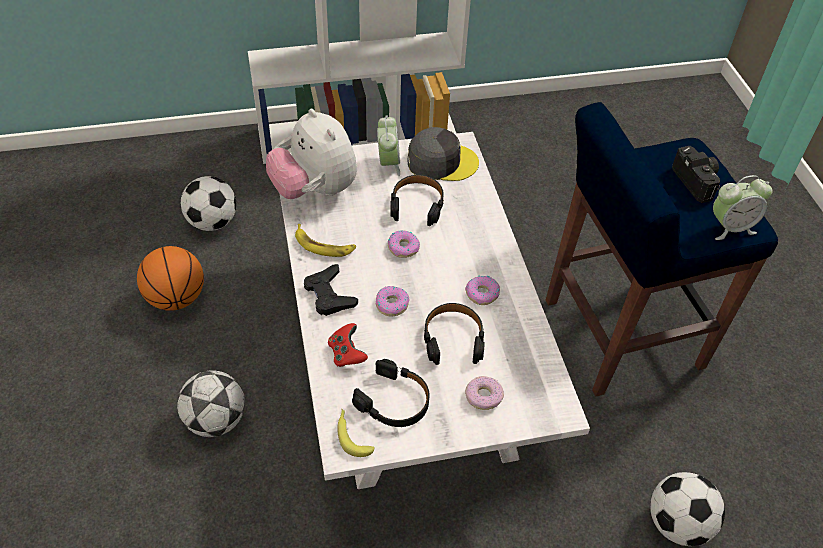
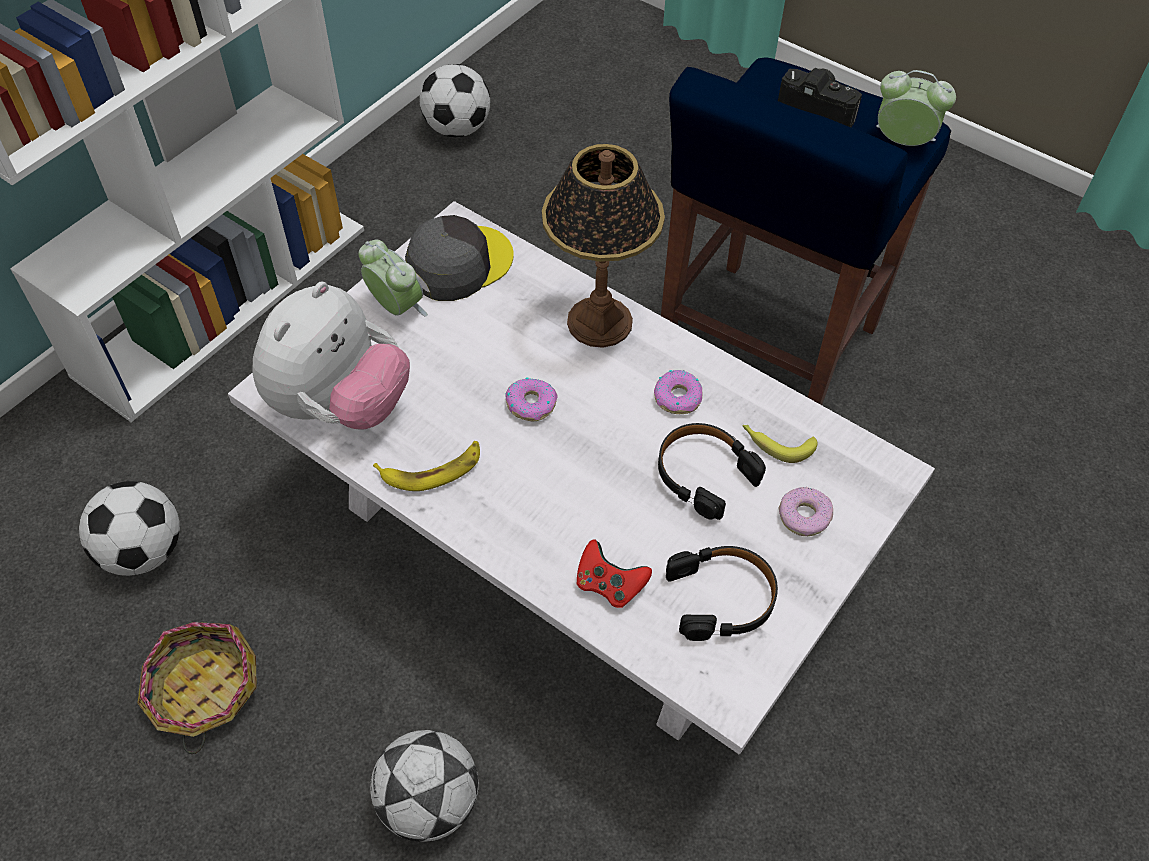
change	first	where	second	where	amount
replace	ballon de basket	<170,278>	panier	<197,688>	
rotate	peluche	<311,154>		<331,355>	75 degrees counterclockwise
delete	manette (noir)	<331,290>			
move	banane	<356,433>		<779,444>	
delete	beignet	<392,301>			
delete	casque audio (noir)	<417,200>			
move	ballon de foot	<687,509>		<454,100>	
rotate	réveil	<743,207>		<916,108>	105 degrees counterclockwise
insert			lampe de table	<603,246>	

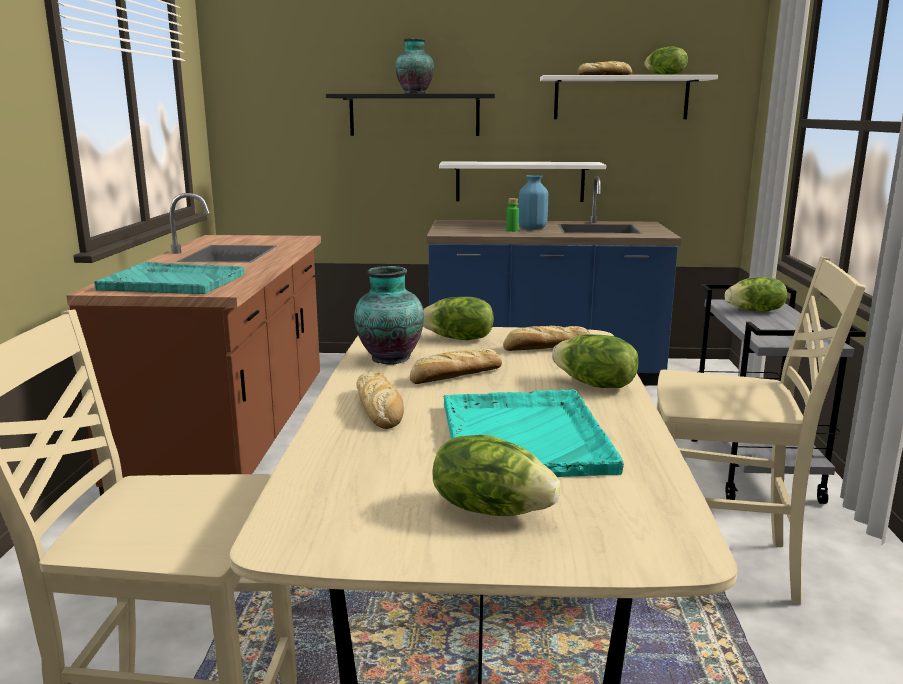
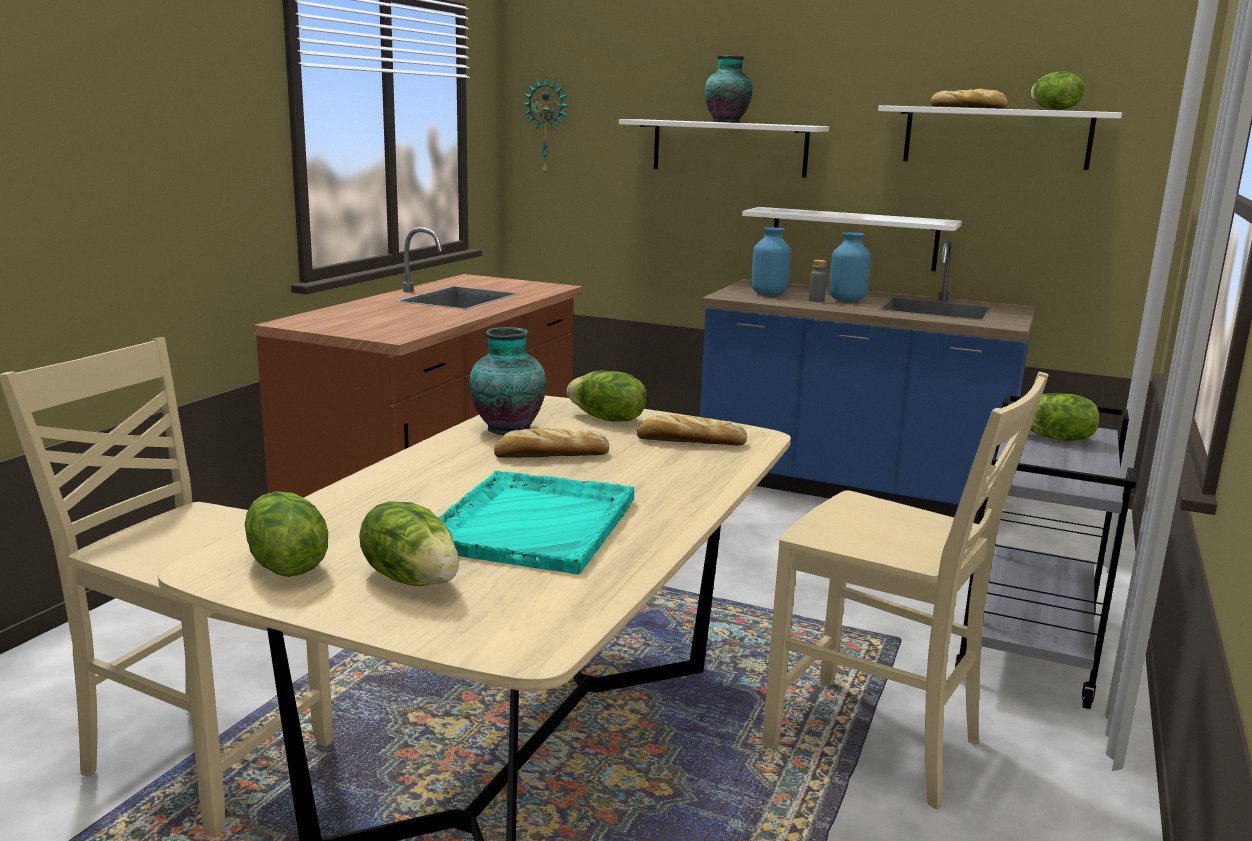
change	first	where	second	where	amount
delete	plateau (turquoise)	<169,278>			
recolor	étagère (noir)	<410,115>	étagère (blanc)	<724,148>	
delete	pain	<380,400>			
recolor	bouteille (vert)	<512,215>	bouteille (gris)	<818,281>	
move	laitue	<595,361>		<286,534>	
insert			horloge murale	<546,125>	
insert			vase (bleu)	<771,261>	

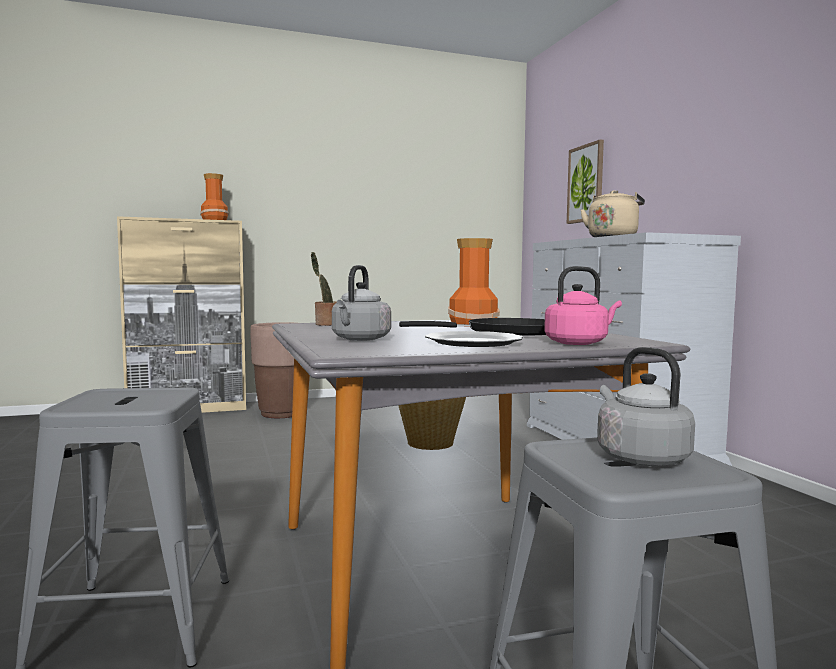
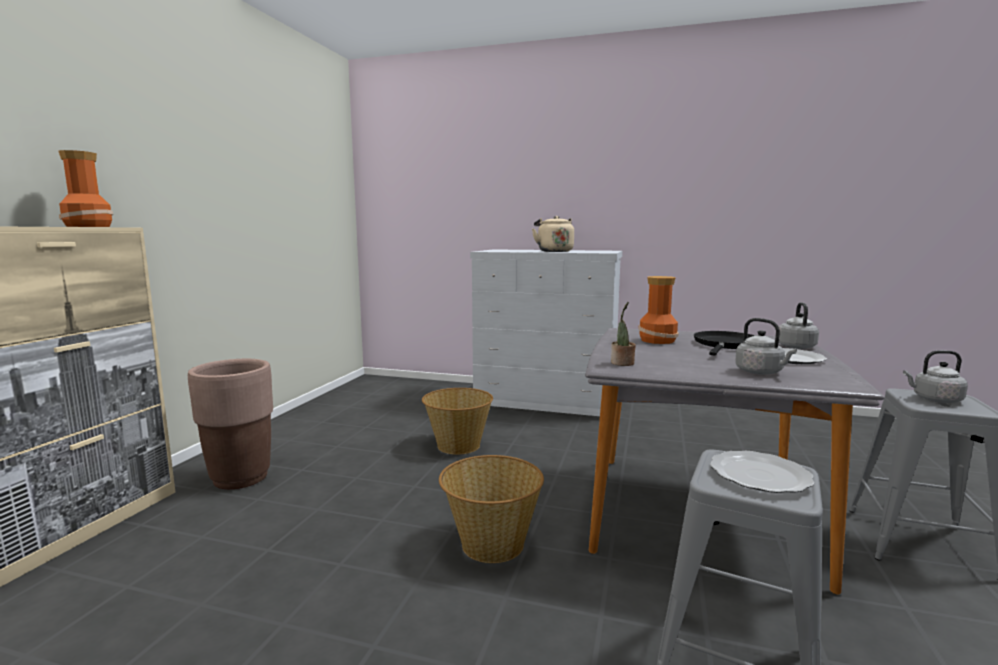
change	first	where	second	where	amount
recolor	bouilloire (rose)	<583,305>	bouilloire (gris)	<799,325>	
delete	tableau	<585,182>			
insert			panier	<491,509>	
insert			assiette	<762,472>	

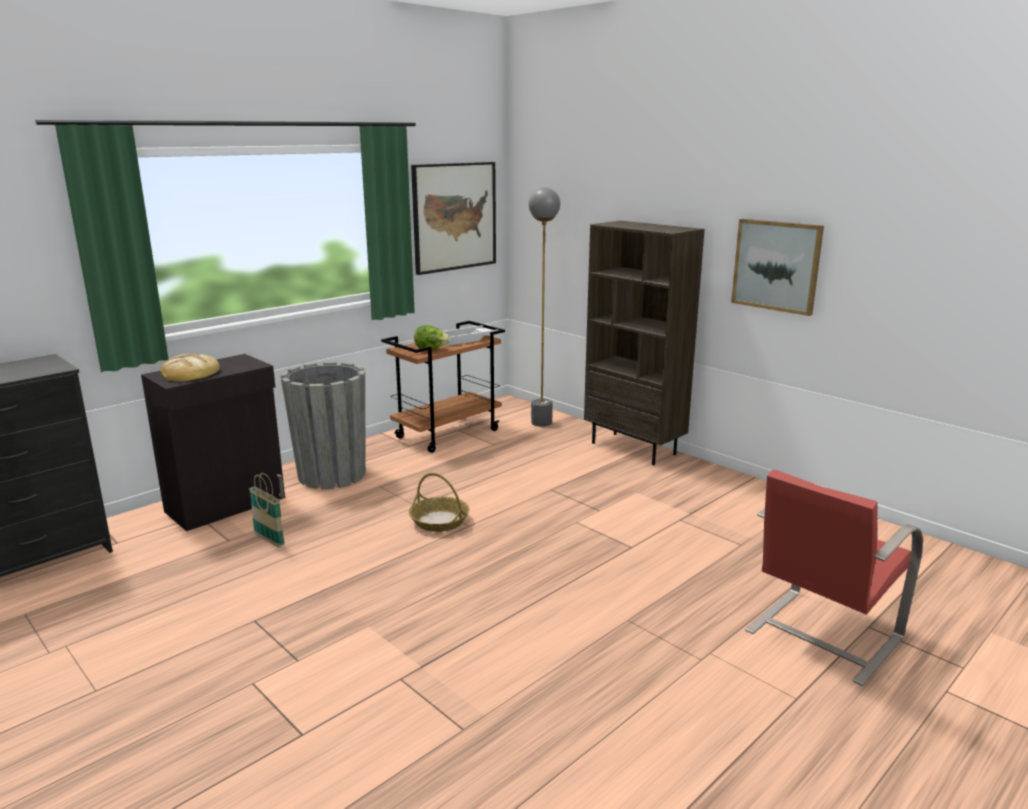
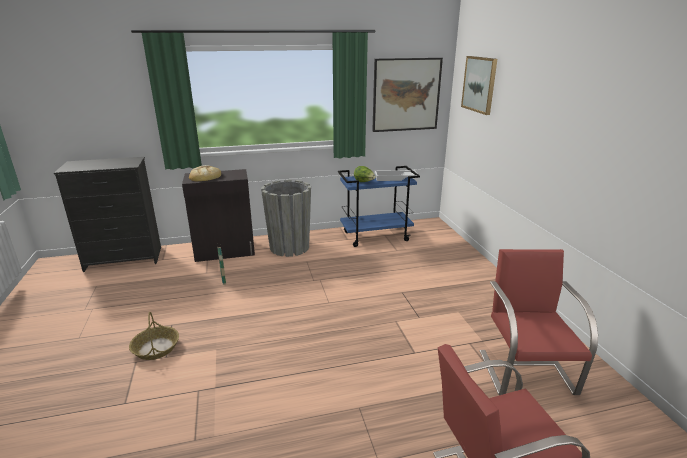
change	first	where	second	where	amount
recolor	chariot (marron)	<443,387>	chariot (bleu)	<379,206>	
move	panier	<439,502>		<154,336>	
delete	lampadaire (gris)	<544,307>			
delete	bibliothèque (marron)	<644,343>			
move	tableau	<777,267>		<479,85>	
insert			chaise (rouge)	<539,322>	

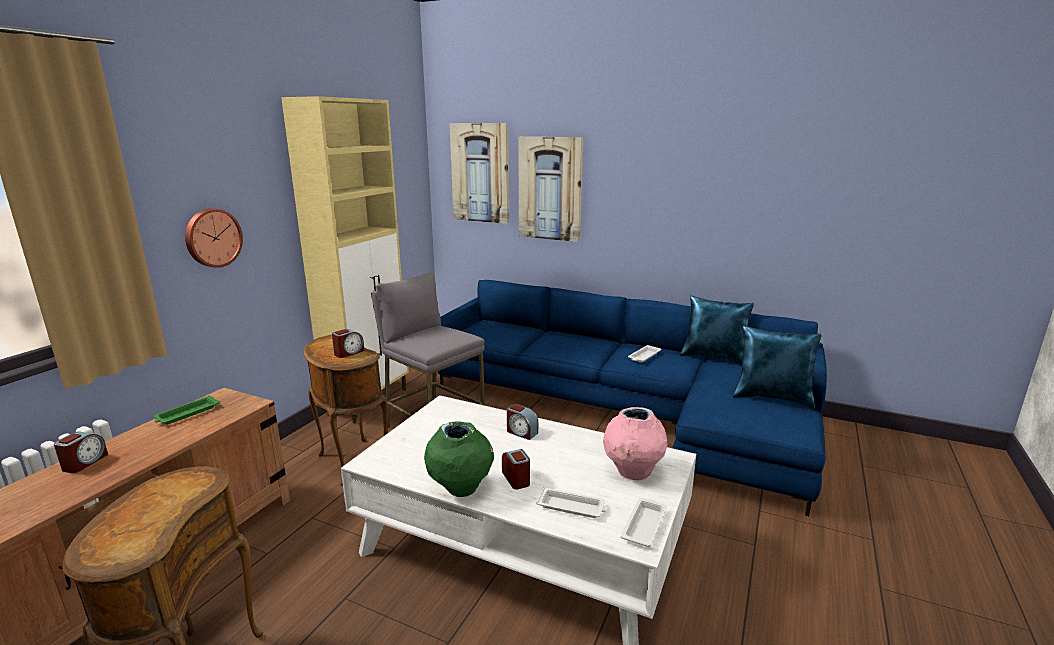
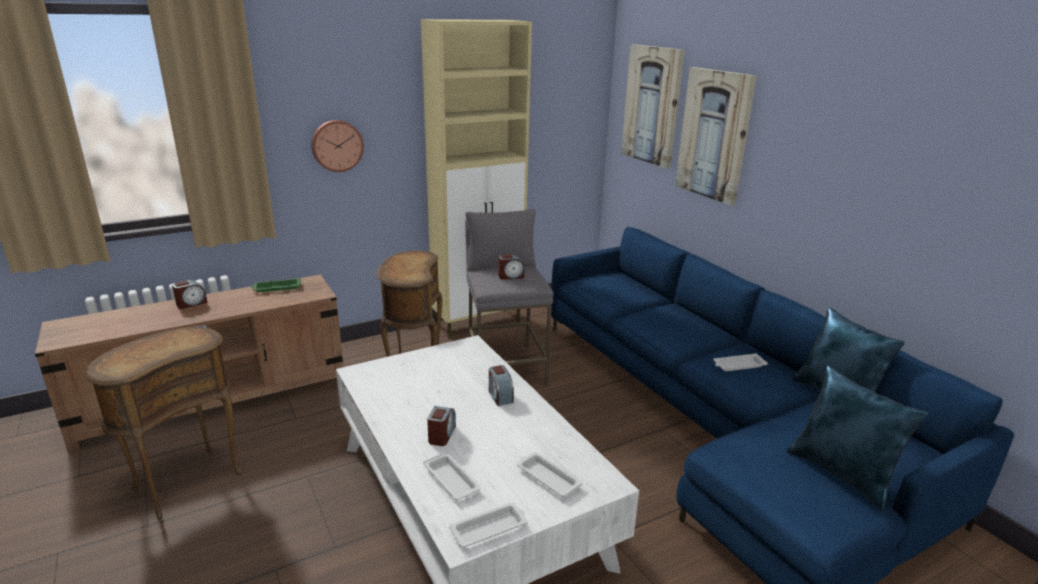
change	first	where	second	where	amount
move	réveil	<348,343>		<511,267>	
delete	vase (vert)	<459,459>			
replace	vase (rose)	<635,443>	plateau (blanc)	<550,474>	

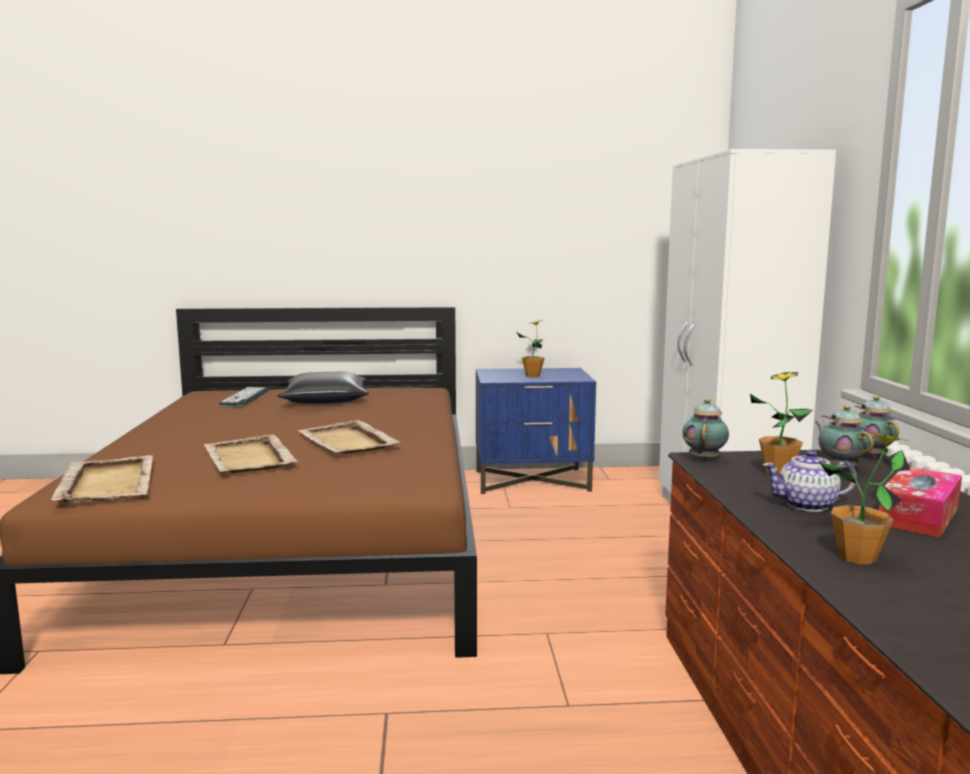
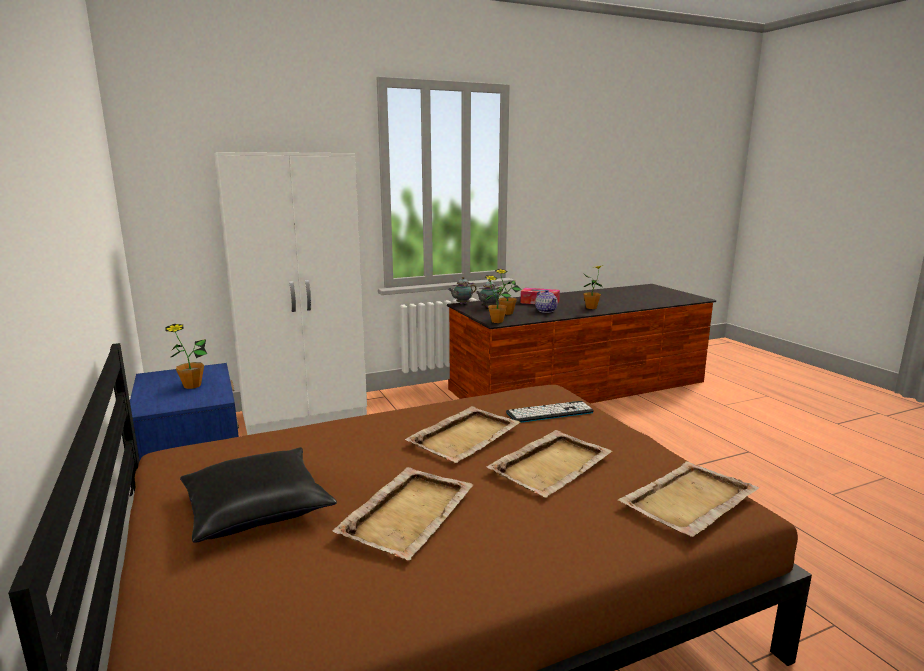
change	first	where	second	where	amount
move	clavier	<244,396>		<550,412>	
replace	théière	<706,429>	plante en pot	<497,299>	
insert			plateau (beige)	<403,513>	

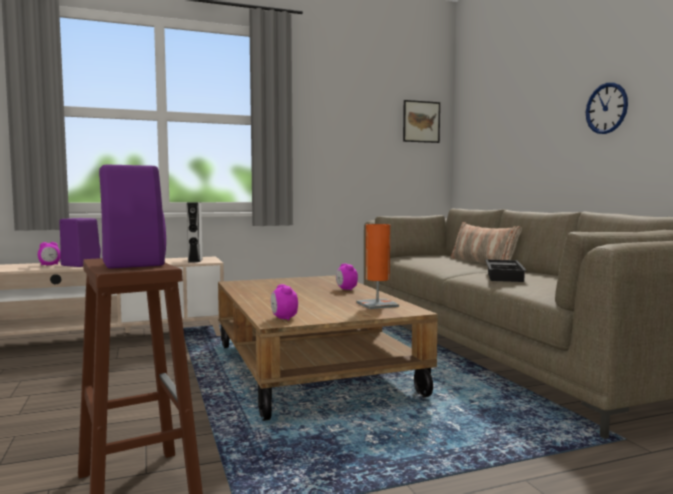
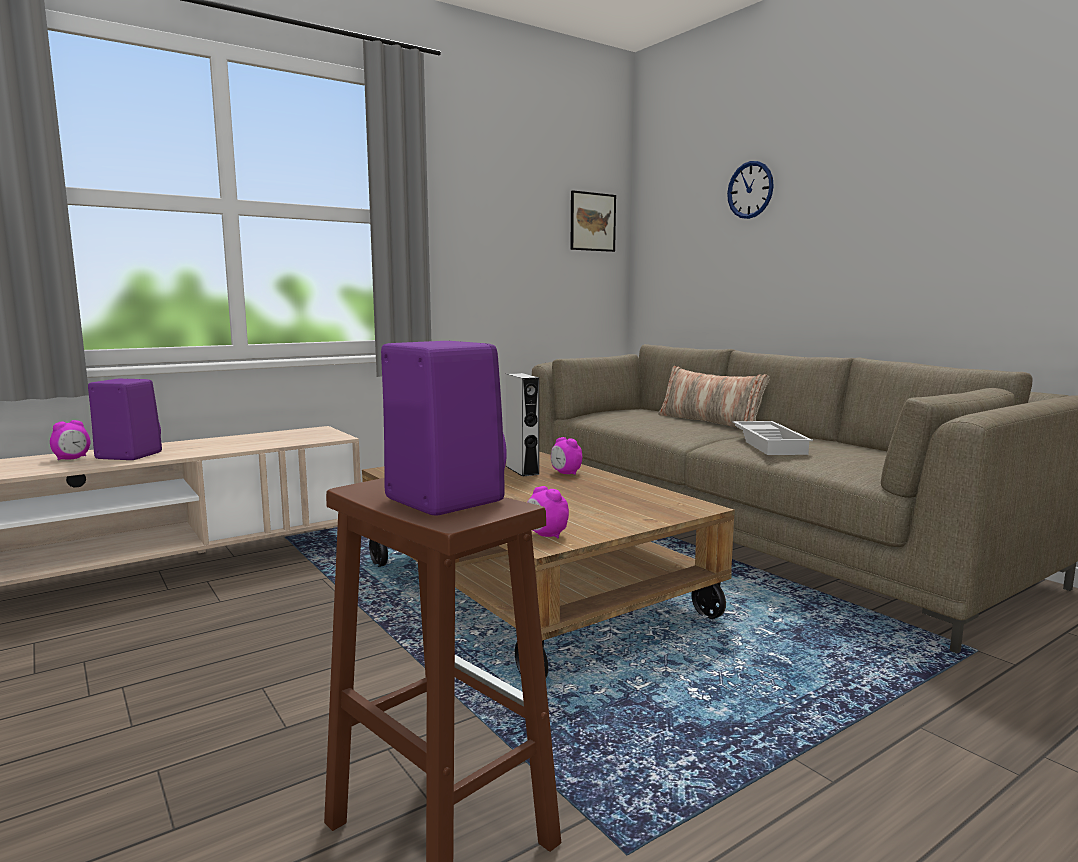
change	first	where	second	where	amount
move	enceinte (gris)	<195,232>		<523,425>	
delete	lampe de table (orange)	<377,266>			
recolor	plateau (noir)	<506,270>	plateau (blanc)	<773,438>	
move	horloge murale	<607,108>		<750,190>	

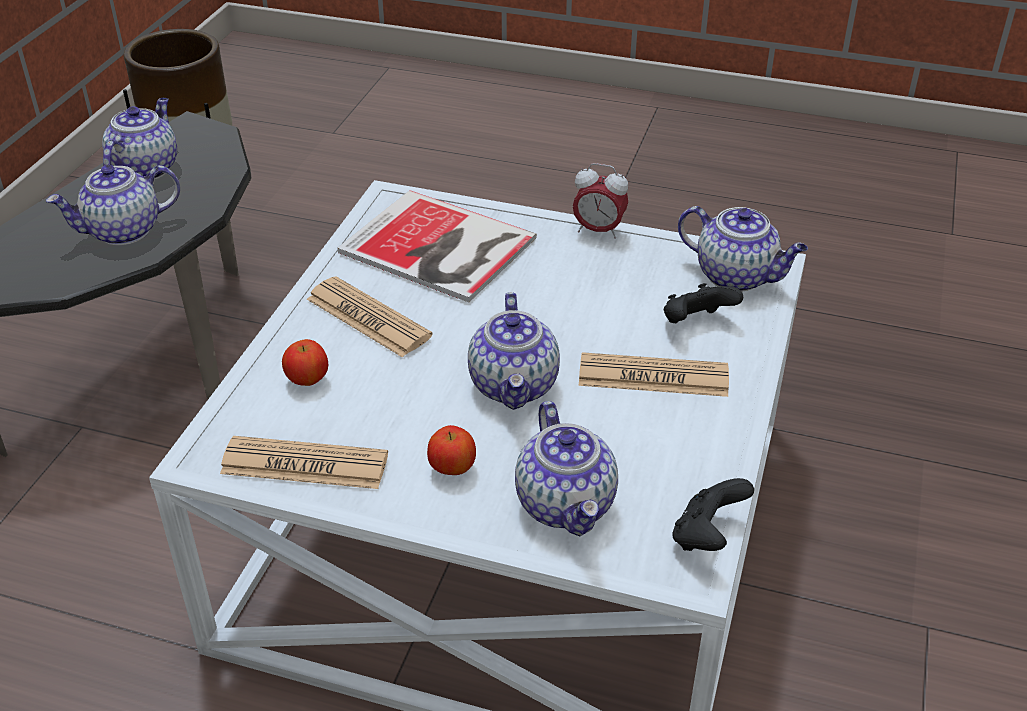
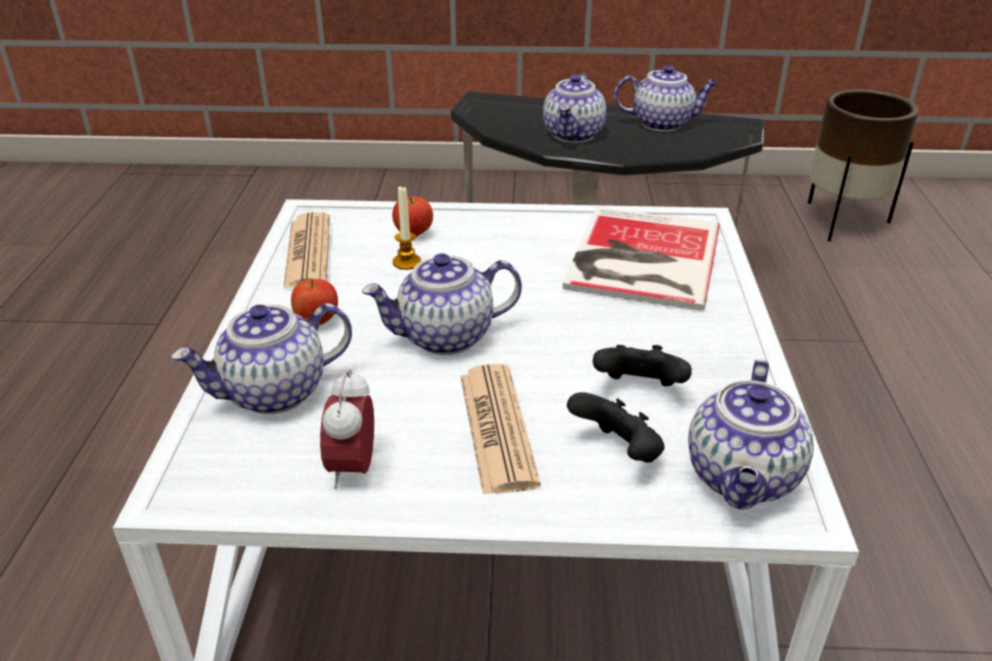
change	first	where	second	where	amount
rotate	théière	<113,205>		<574,108>	120 degrees counterclockwise
delete	journal	<370,316>			
move	réveil	<600,201>		<347,429>	
move	manette (noir)	<713,514>		<642,366>	
insert			bougie	<407,228>	

